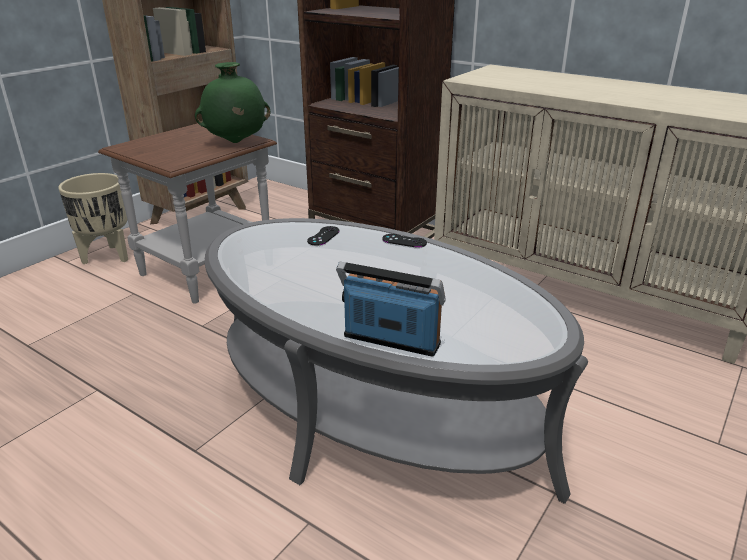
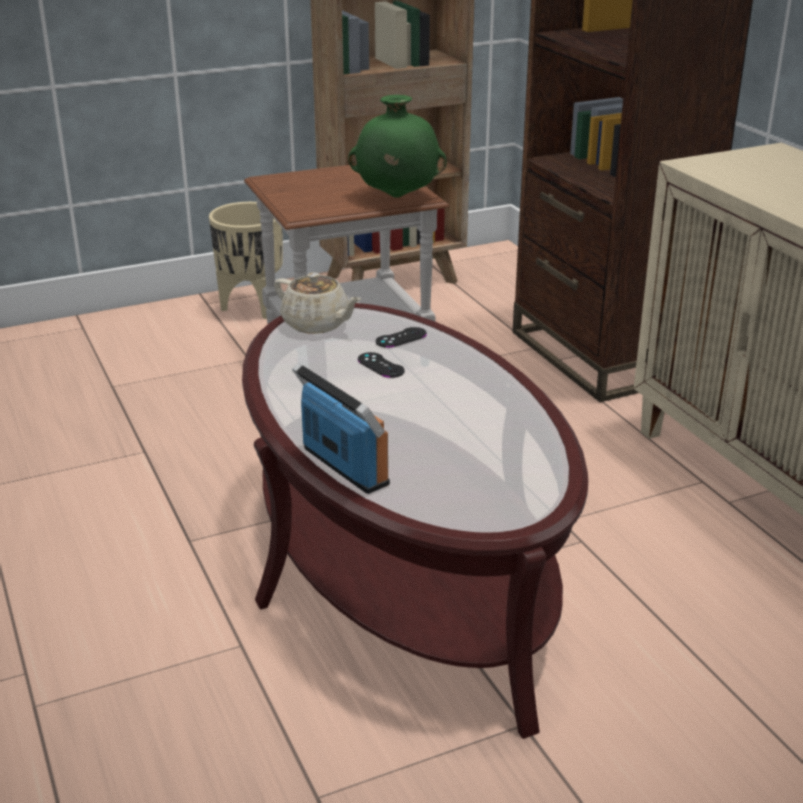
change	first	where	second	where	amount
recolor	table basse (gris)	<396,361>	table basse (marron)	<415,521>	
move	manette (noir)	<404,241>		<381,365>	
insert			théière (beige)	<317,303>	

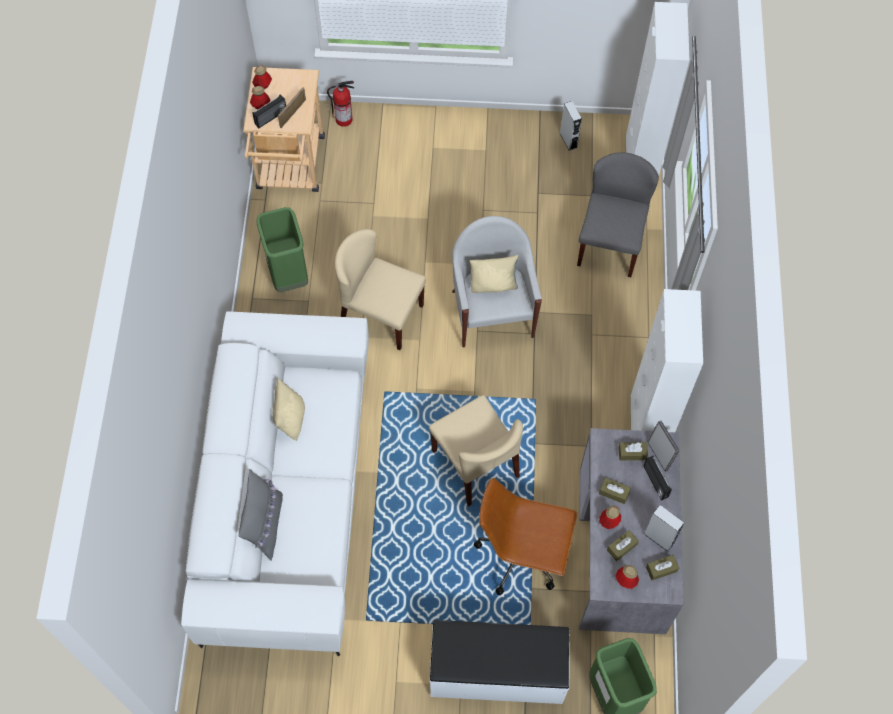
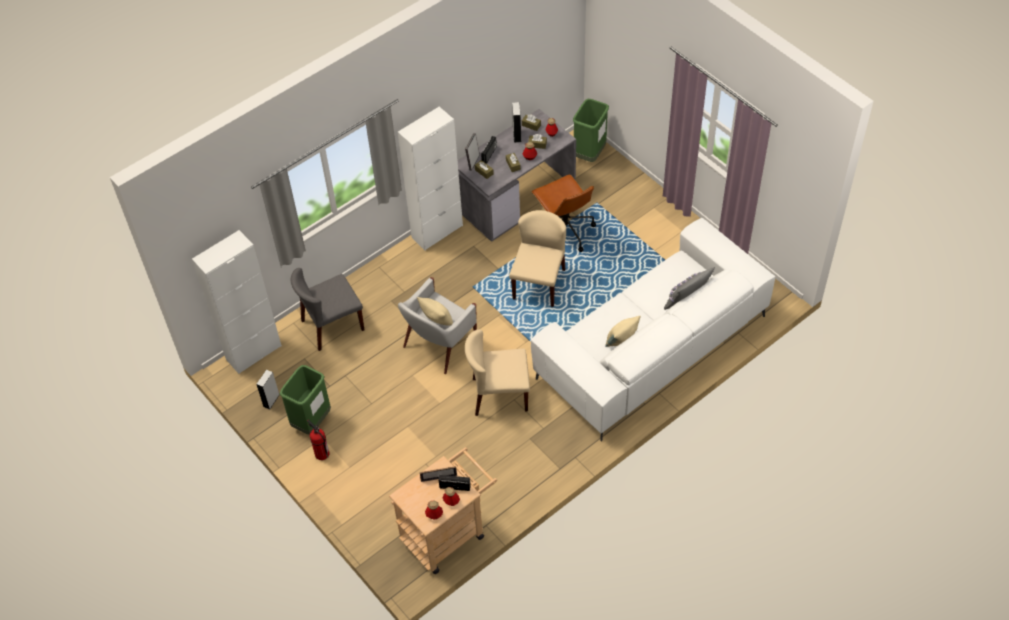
change	first	where	second	where	amount
move	poubelle (vert)	<282,249>		<305,399>	
move	extincteur	<340,104>		<318,440>	
rotate	chaise (beige)	<380,289>		<497,372>	105 degrees clockwise
delete	banc (blanc)	<500,662>			

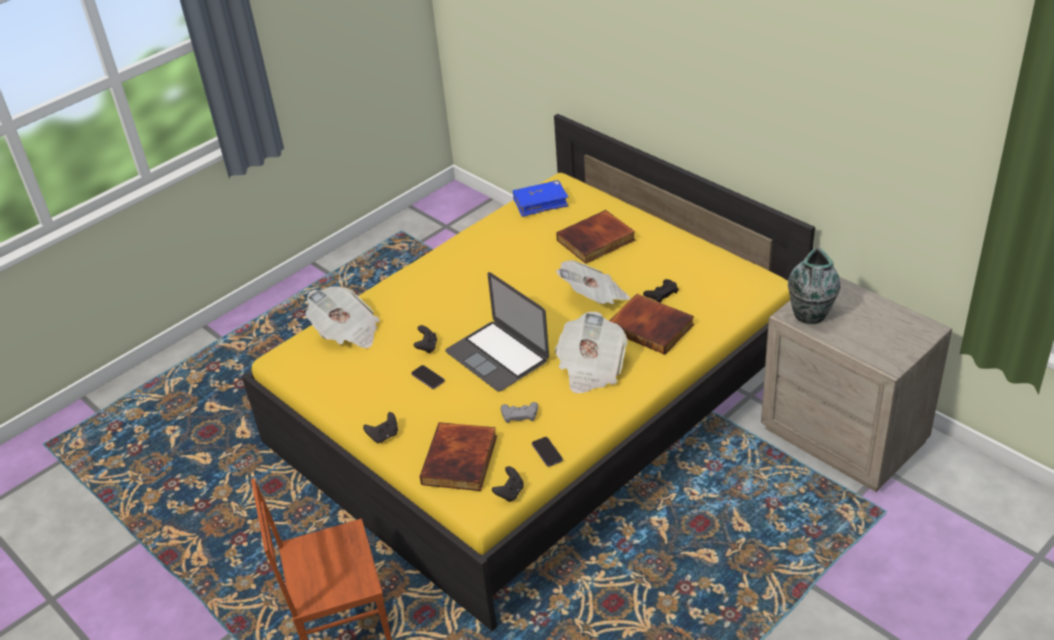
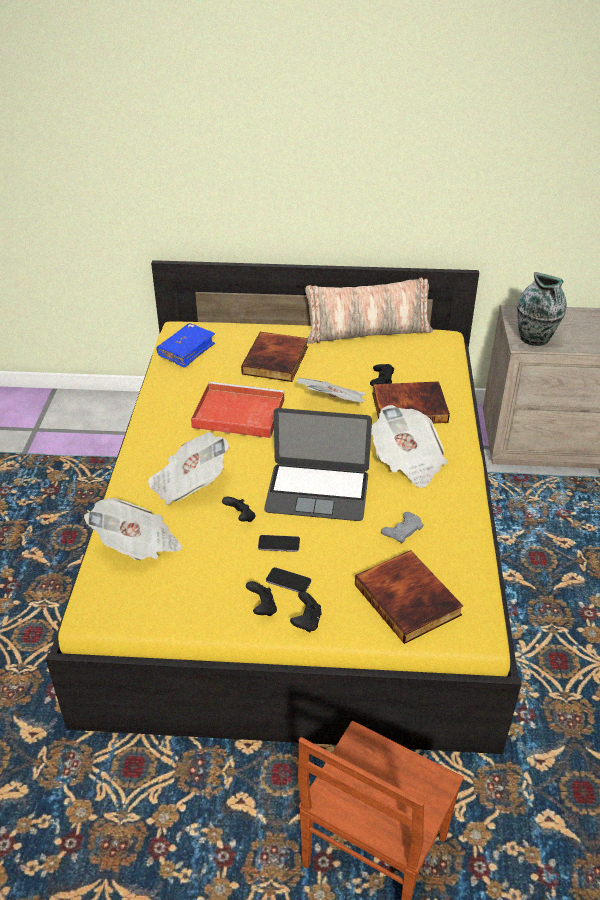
change	first	where	second	where	amount
move	manette (noir)	<508,484>		<261,598>	
move	téléphone	<547,452>		<288,580>	
insert			journal	<188,468>	
insert			plateau (rouge)	<238,410>	
insert			coussin	<369,311>	

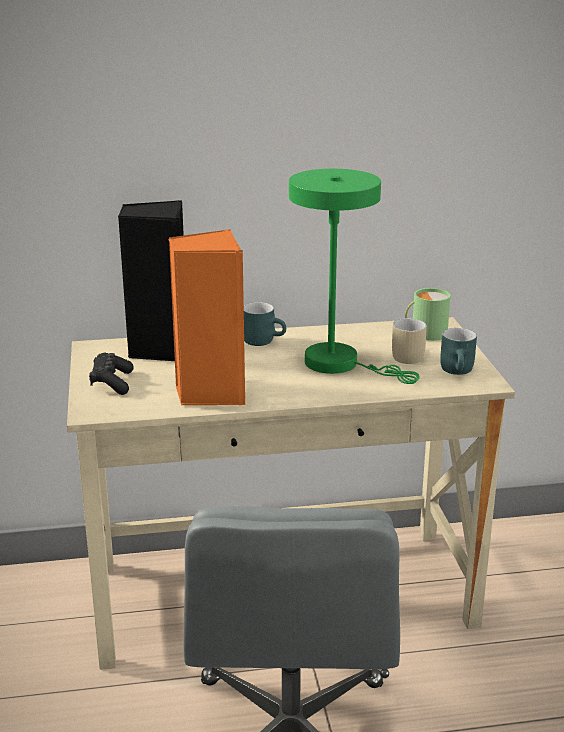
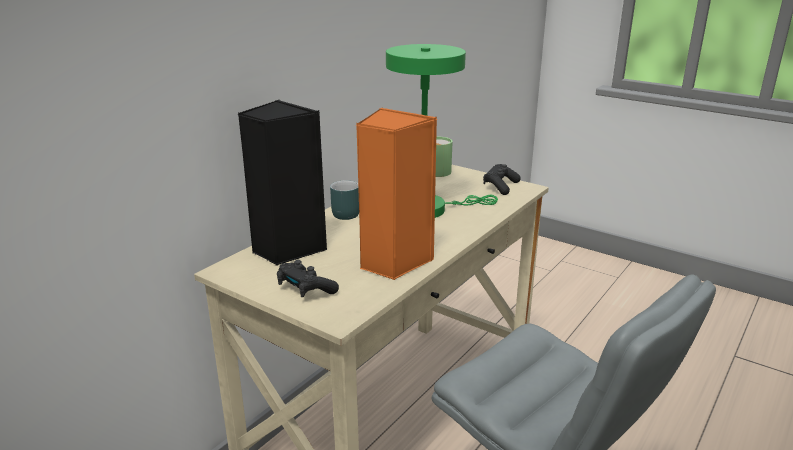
change	first	where	second	where	amount
delete	mug (beige)	<409,341>			
replace	mug (turquoise)	<458,351>	manette (noir)	<502,179>	

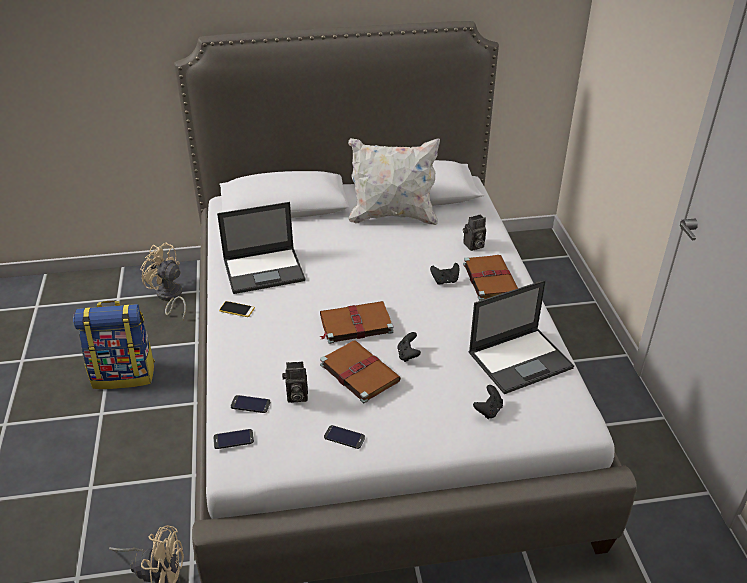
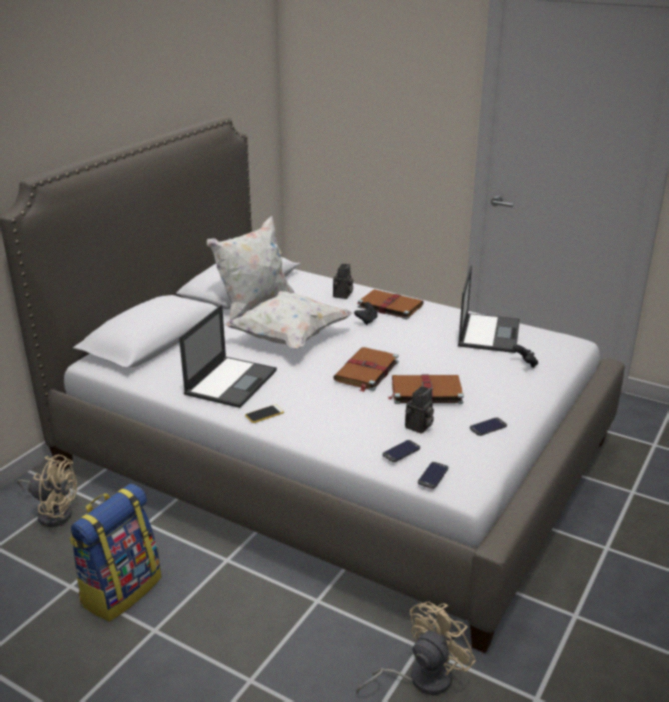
change	first	where	second	where	amount
rotate	ventilateur (beige)	<163,281>		<47,491>	150 degrees counterclockwise
delete	manette (noir)	<409,347>			
insert			coussin (blanc)	<288,320>	

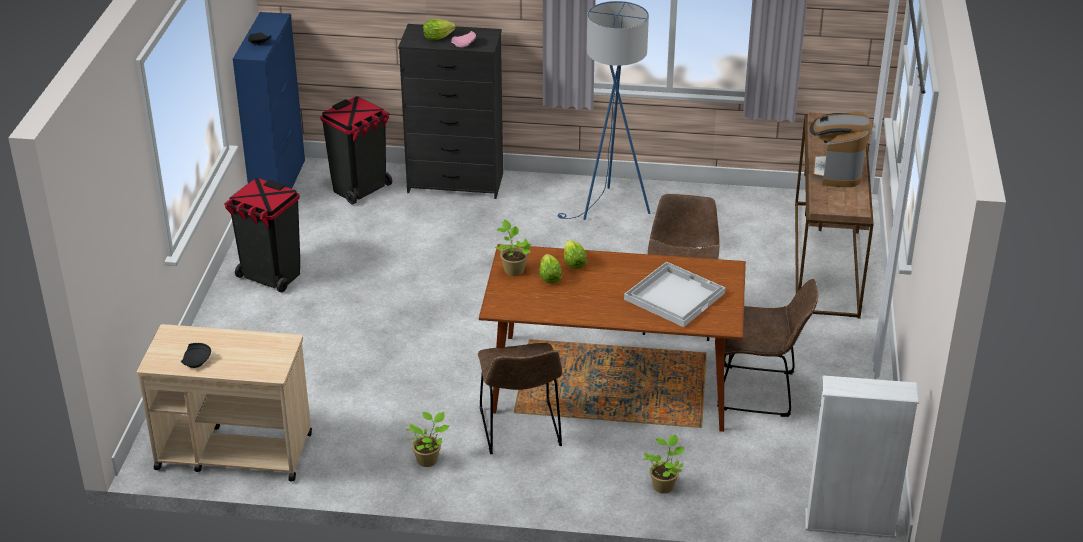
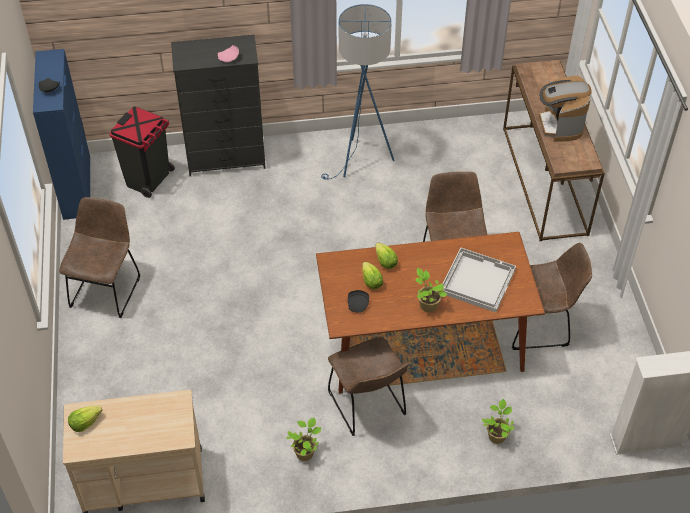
change	first	where	second	where	amount
move	assiette (noir)	<196,355>		<358,301>	
replace	poubelle (noir)	<262,235>	chaise (marron)	<99,257>	
move	laitue	<439,29>		<85,419>	
move	plante en pot	<513,248>		<431,290>	

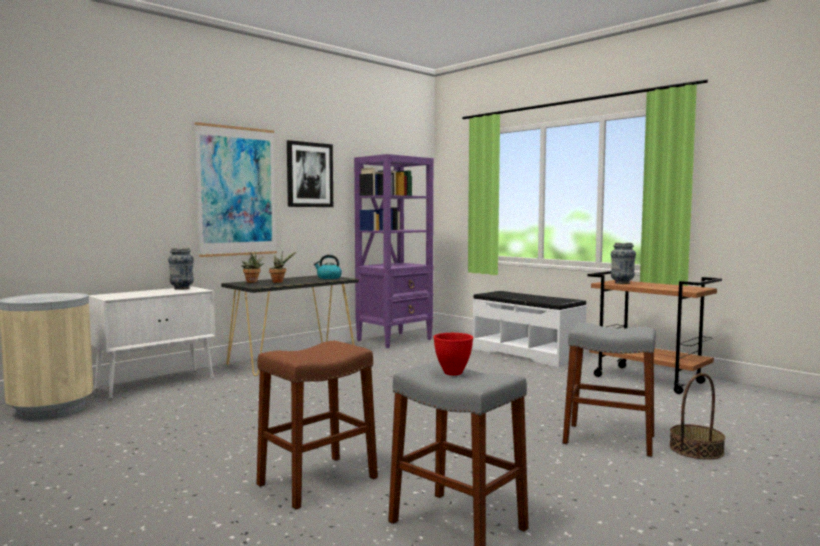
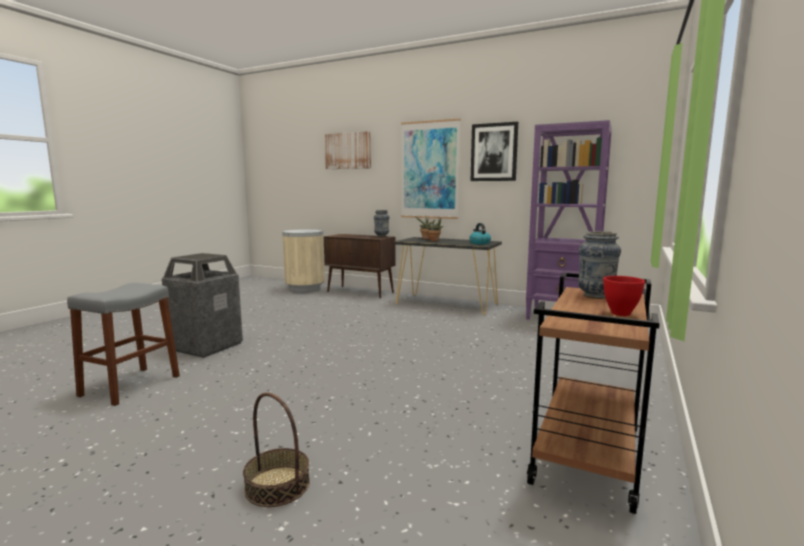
change	first	where	second	where	amount
recolor	meuble de rangement (blanc)	<152,343>	meuble de rangement (marron)	<360,266>	
replace	tabouret (marron)	<317,425>	poubelle	<202,305>	
move	bol (rouge)	<453,354>		<624,296>	
delete	tabouret (gris)	<609,390>			
insert			tableau	<348,150>	

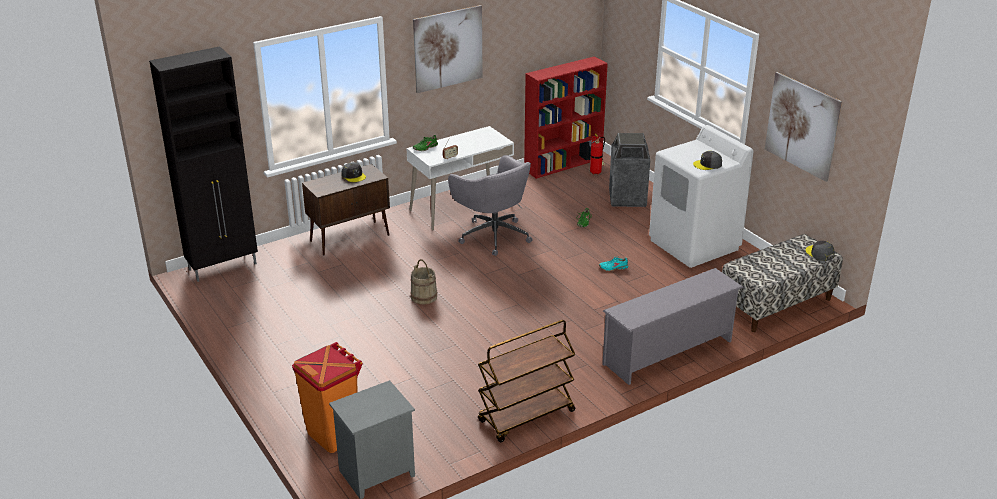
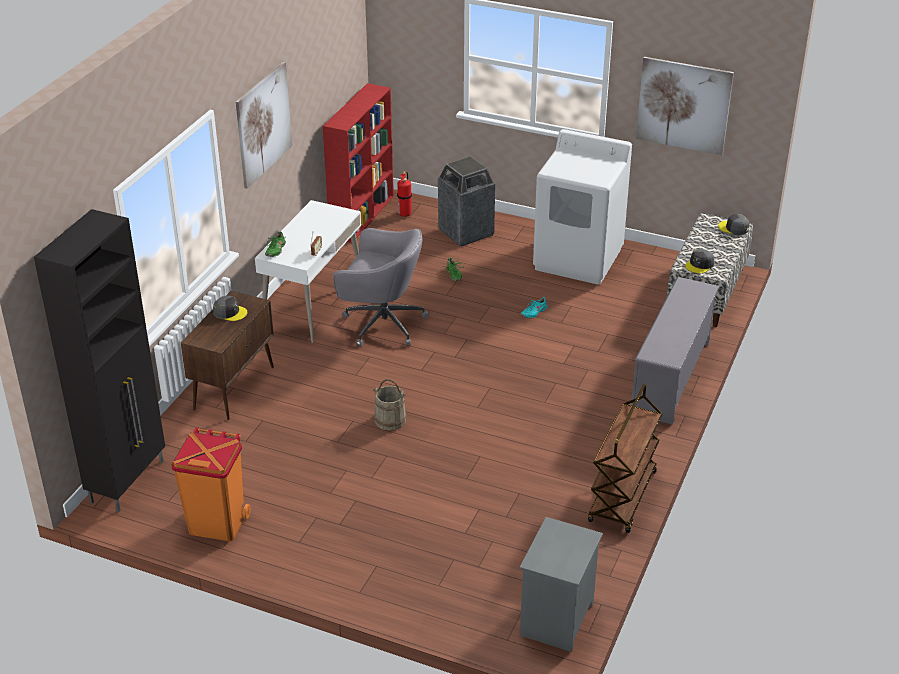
change	first	where	second	where	amount
move	poubelle (orange)	<327,397>		<211,484>	
move	casquette (gris)	<707,160>		<699,261>	

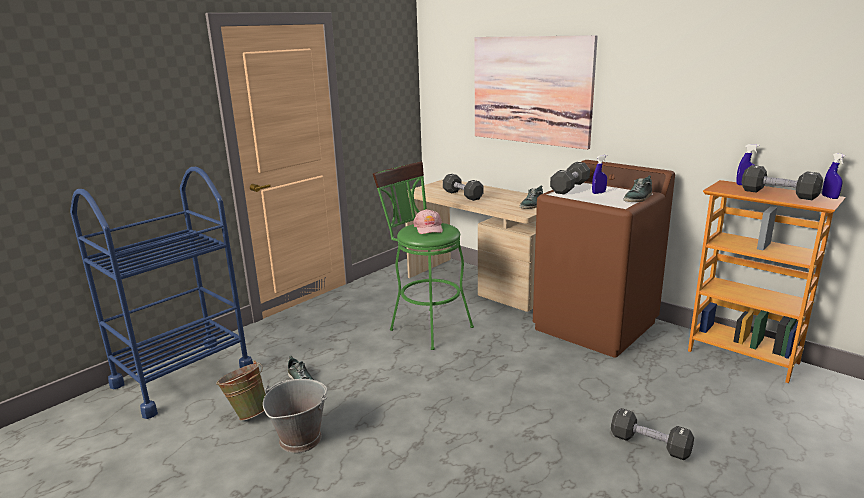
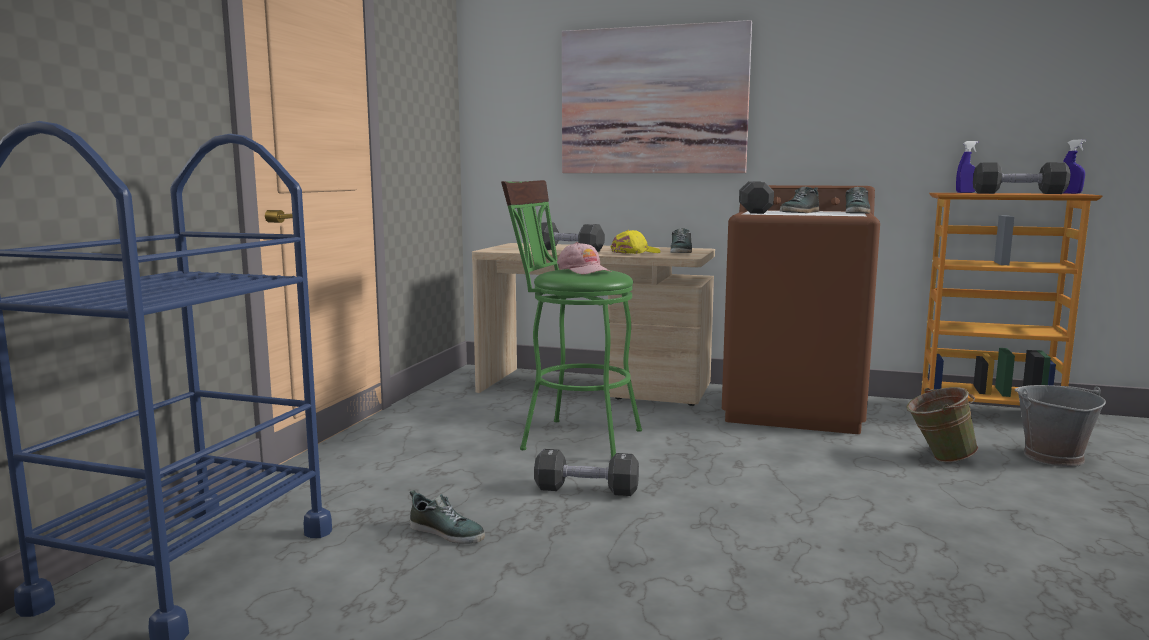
change	first	where	second	where	amount
move	seau (vert)	<241,390>		<942,424>	
move	seau (gris)	<295,416>		<1060,426>	
replace	vaporisateur (bleu)	<599,174>	chaussure	<799,200>	
move	haltère (noir)	<652,434>		<586,472>	
insert			casquette (jaune)	<635,242>	

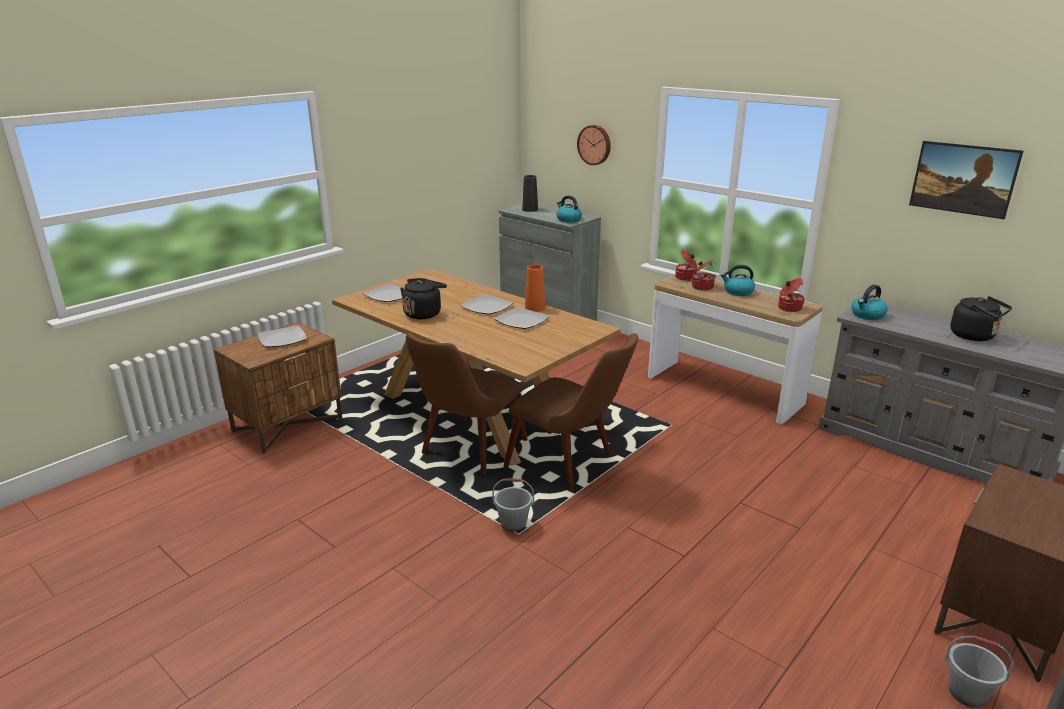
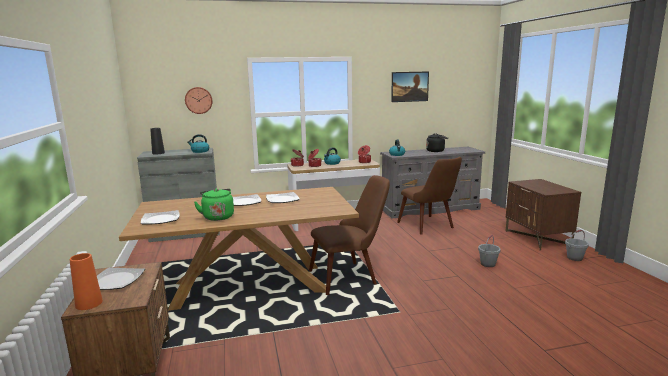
change	first	where	second	where	amount
recolor	bouilloire (noir)	<423,298>	bouilloire (vert)	<214,204>	
move	chaise (marron)	<467,404>		<429,195>	
move	seau (gris)	<513,505>		<489,251>	
move	vase (orange)	<535,288>		<86,281>	

